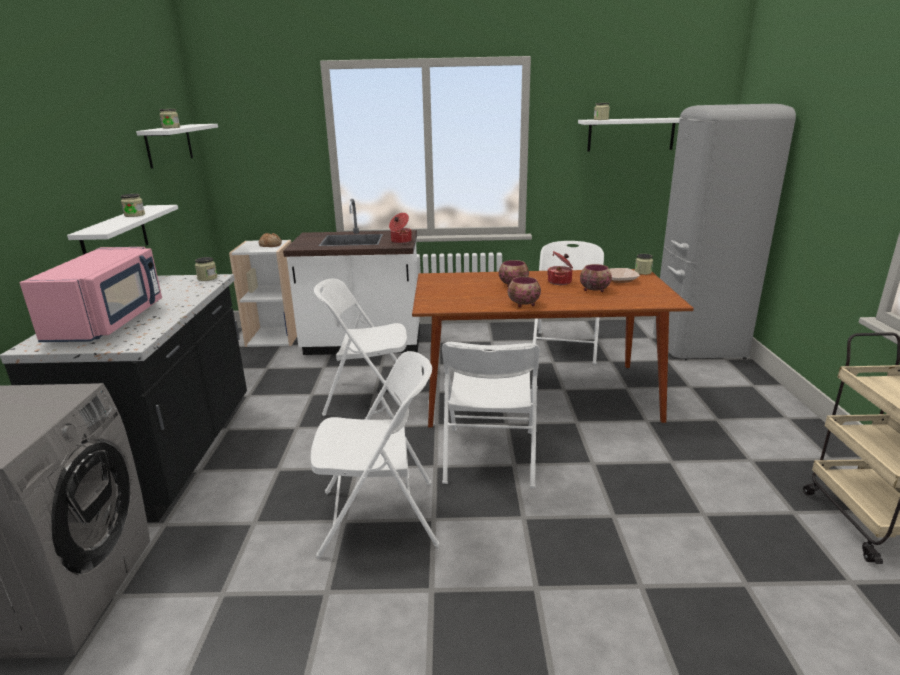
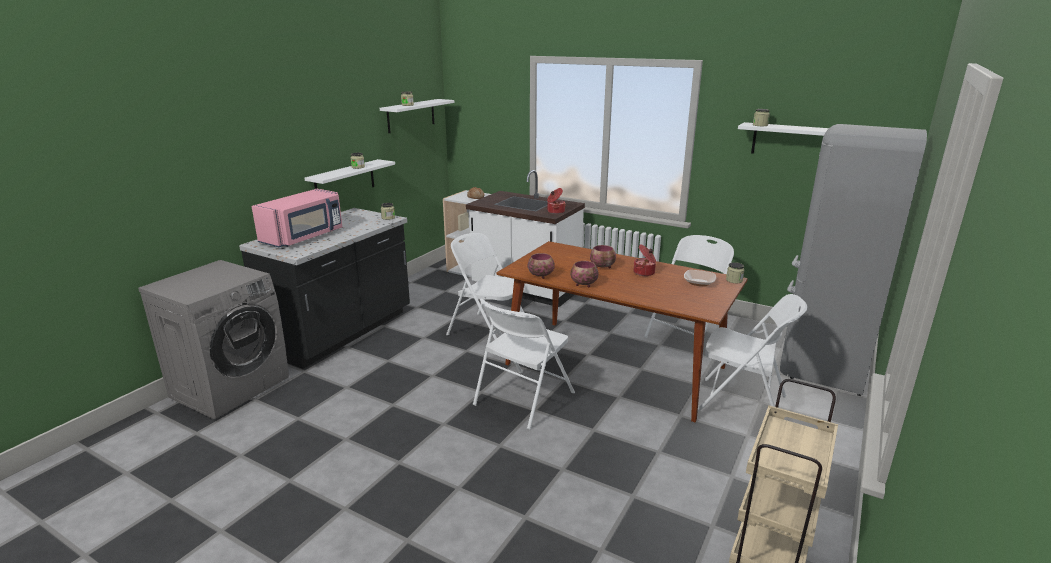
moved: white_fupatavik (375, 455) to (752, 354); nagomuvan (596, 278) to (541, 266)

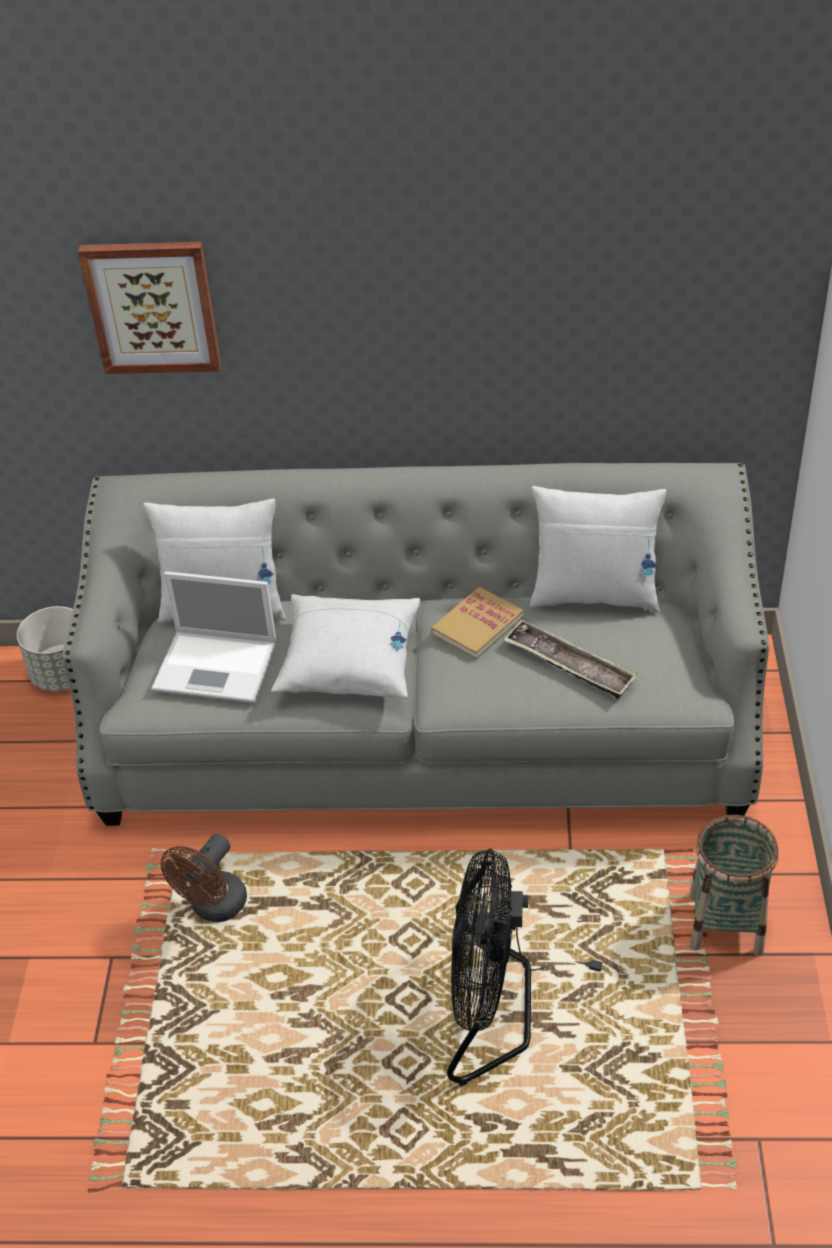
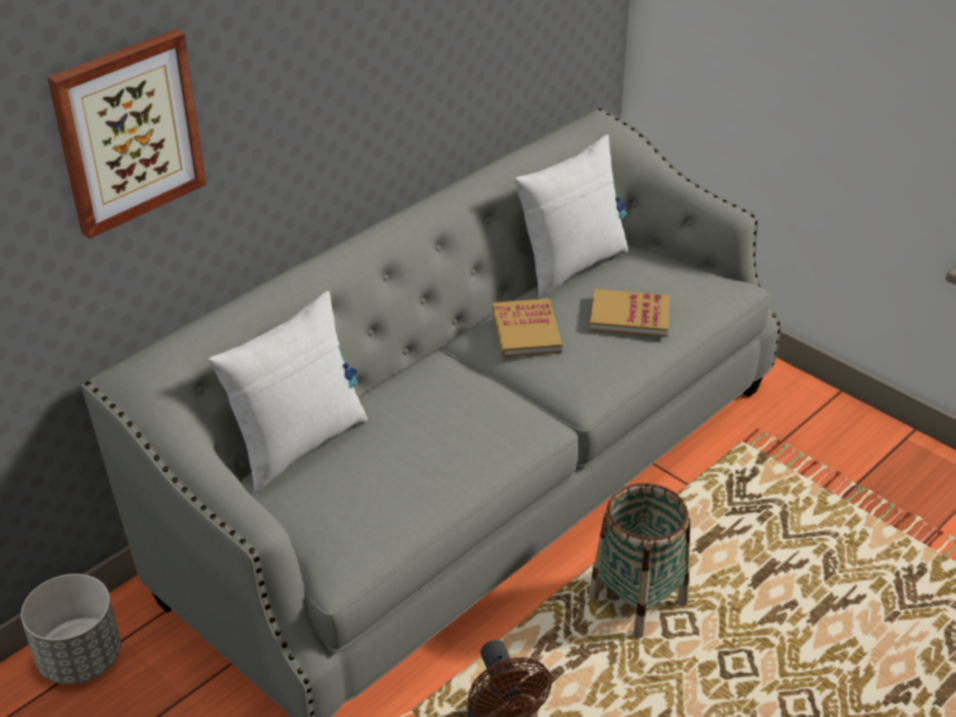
removed: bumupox (213, 637); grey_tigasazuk (345, 646); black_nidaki (526, 967)
moved: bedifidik (734, 885) to (639, 560)
replaced: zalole (571, 659) to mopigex (630, 313)

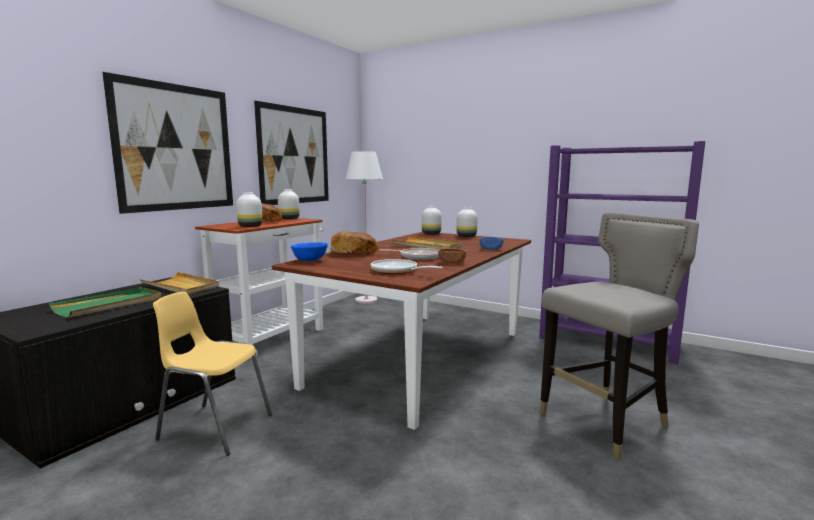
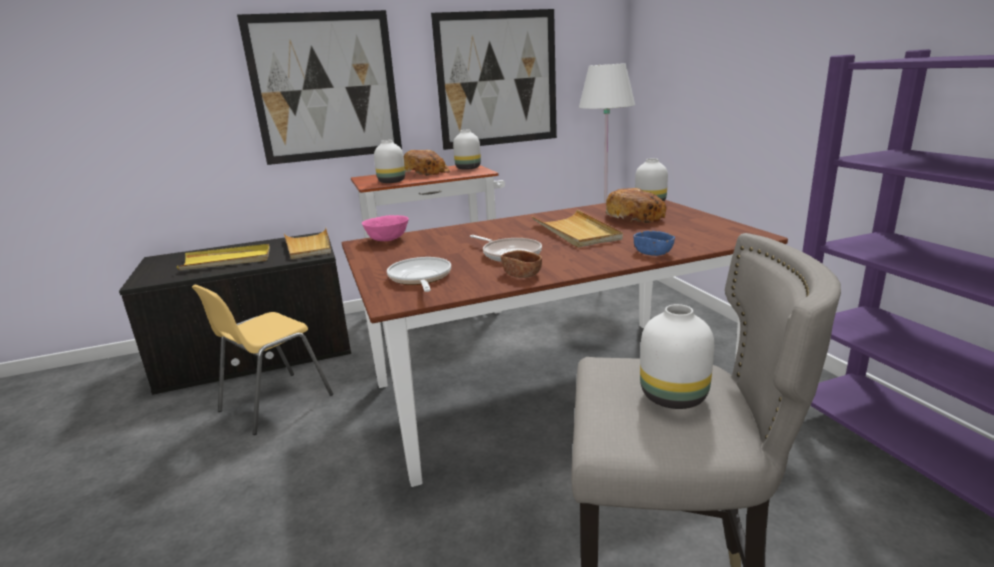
moved: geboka (354, 243) to (636, 205); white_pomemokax (467, 222) to (677, 356)
recoloured: green_zalole (105, 302) to yellow_zalole (223, 257); blue_nagomuvan (309, 251) to pink_nagomuvan (385, 228)
turned: yellow_fupatavik (212, 374) = (262, 360) 105 degrees counterclockwise

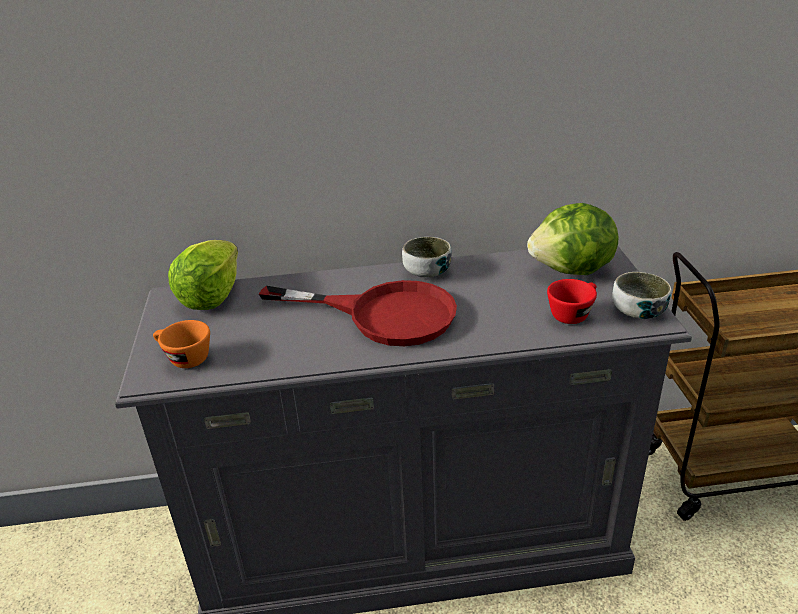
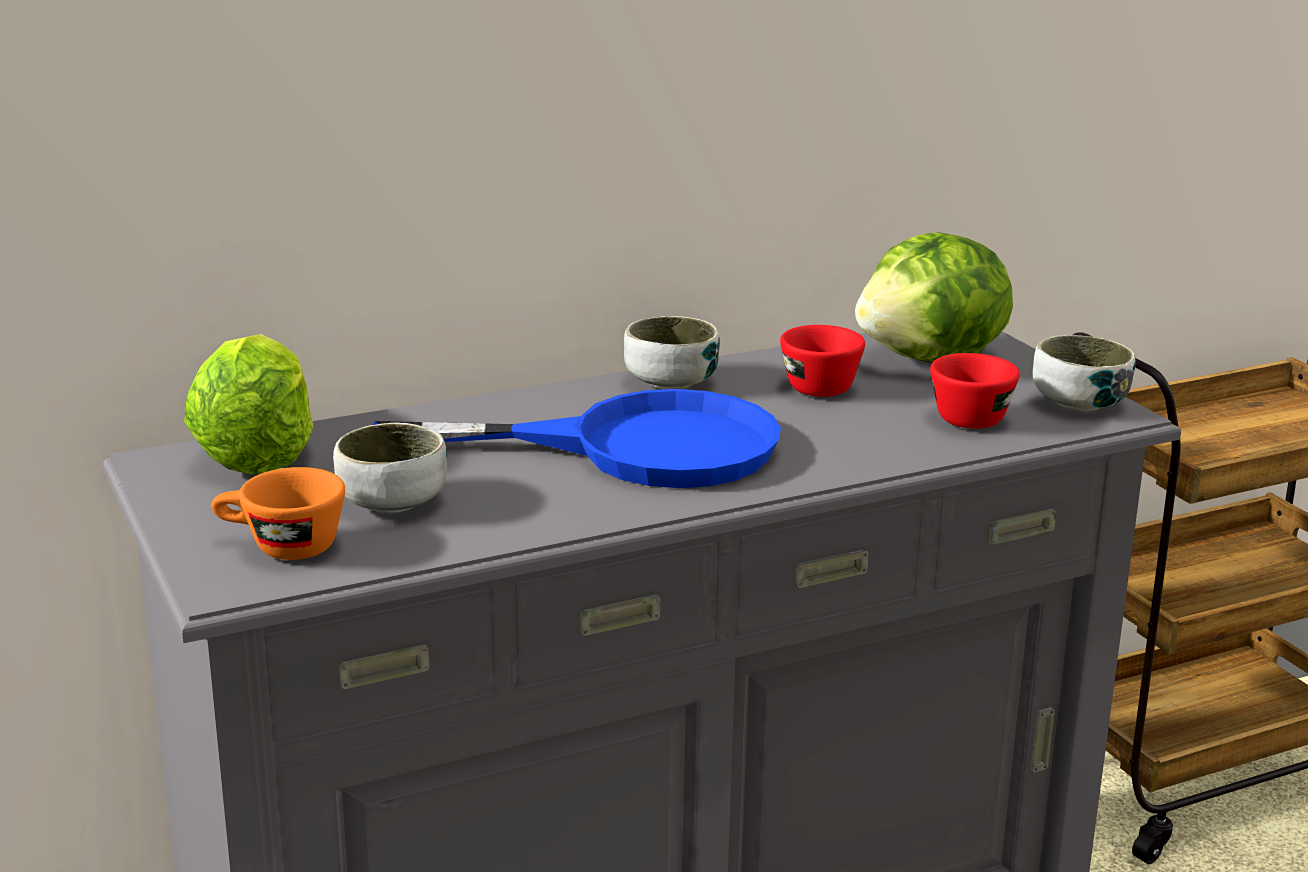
added: nagomuvan (390, 468); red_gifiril (822, 361)
recoloured: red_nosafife (358, 313) to blue_nosafife (576, 438)

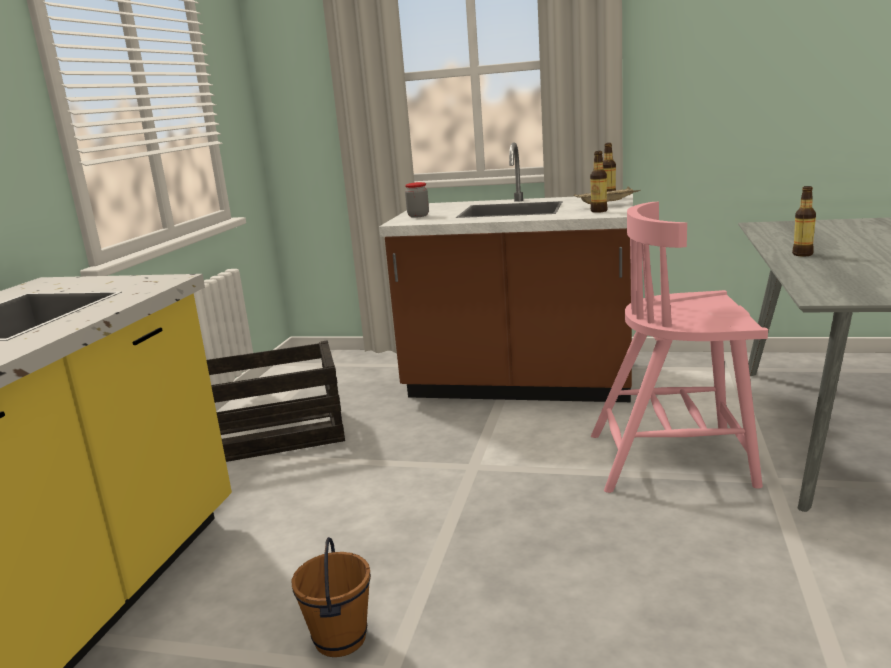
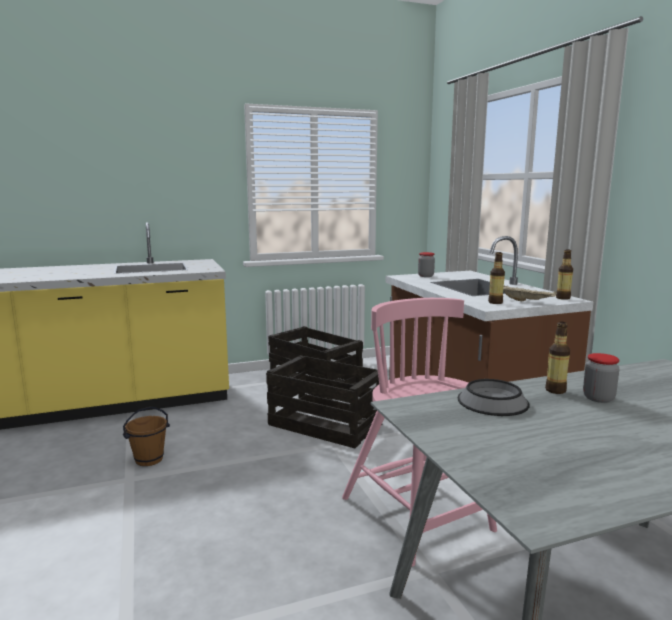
added: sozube (322, 401); nagomuvan (493, 397); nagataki (601, 378)

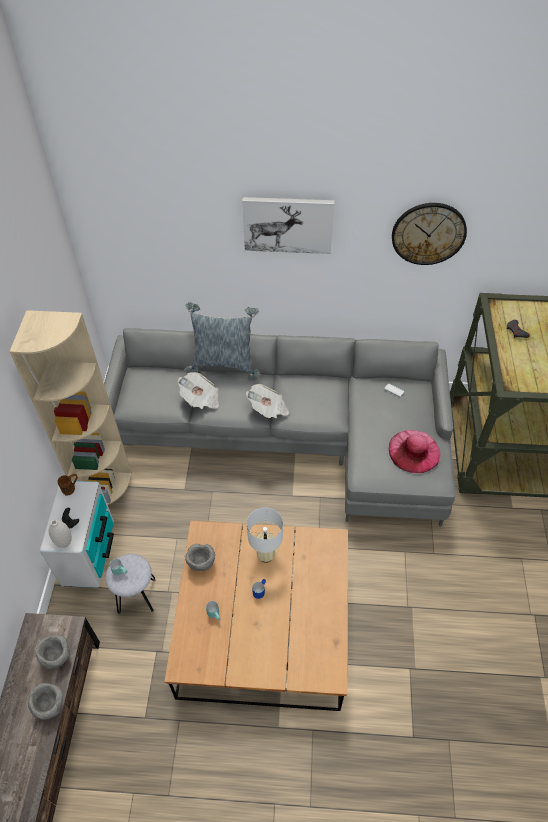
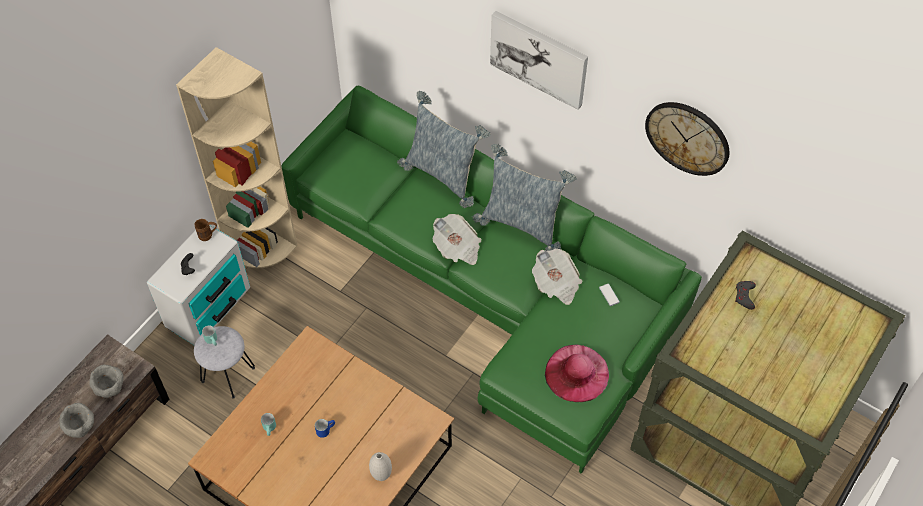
removed: grey_nagomuvan (200, 557); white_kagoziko (265, 535)
added: tigasazuk (524, 197)
moved: white_pomemokax (60, 534) to (380, 466); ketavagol (198, 390) to (557, 277)
recoloured: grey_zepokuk (279, 427) to green_zepokuk (491, 280)

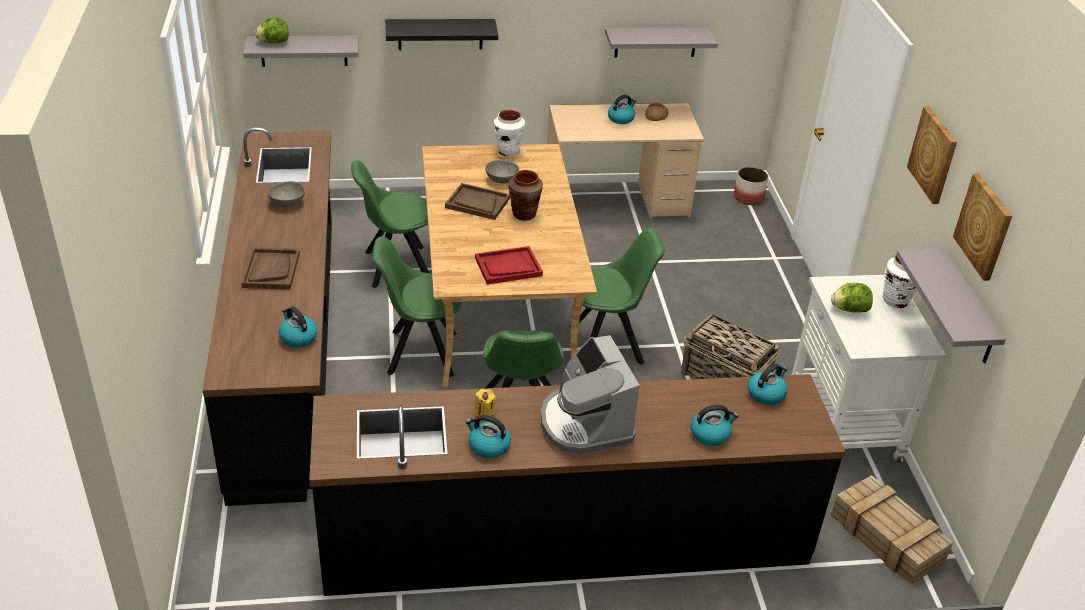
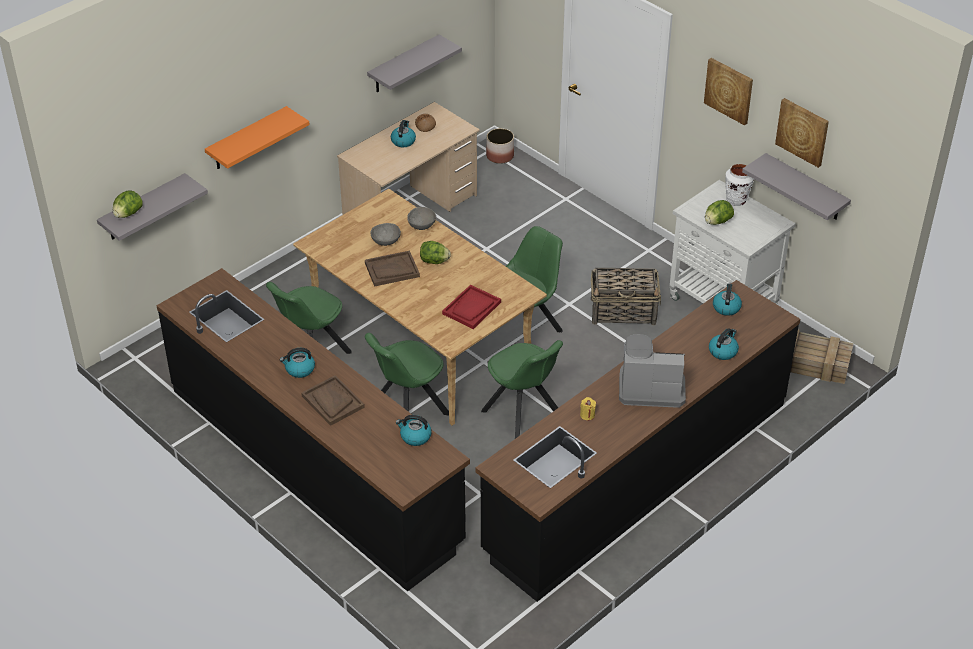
removed: white_pomemokax (509, 133)
moved: grey_nagomuvan (286, 194) to (421, 218); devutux (488, 437) to (297, 363)
replaced: brown_pomemokax (525, 195) to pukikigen (435, 252)
recoloured: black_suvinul (441, 34) to orange_suvinul (257, 137)
turned: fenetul (590, 395) = (652, 371) 150 degrees clockwise

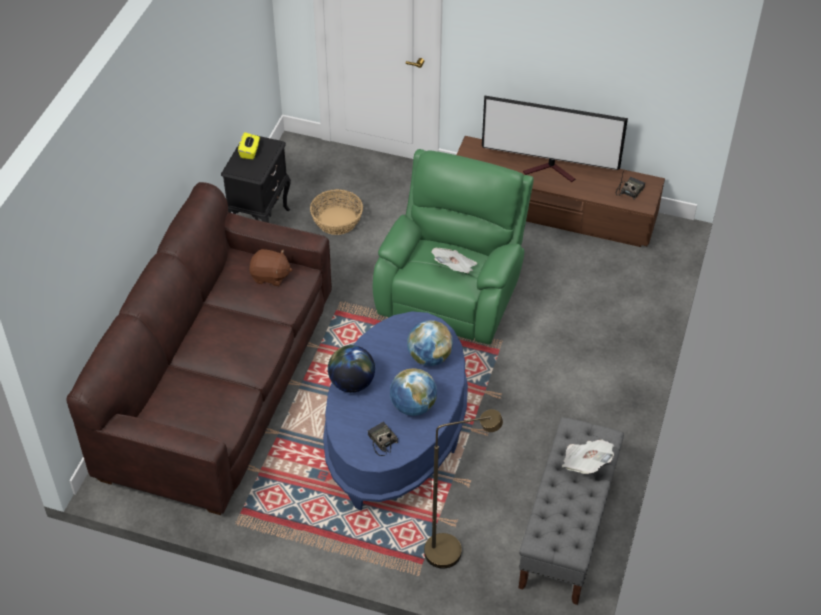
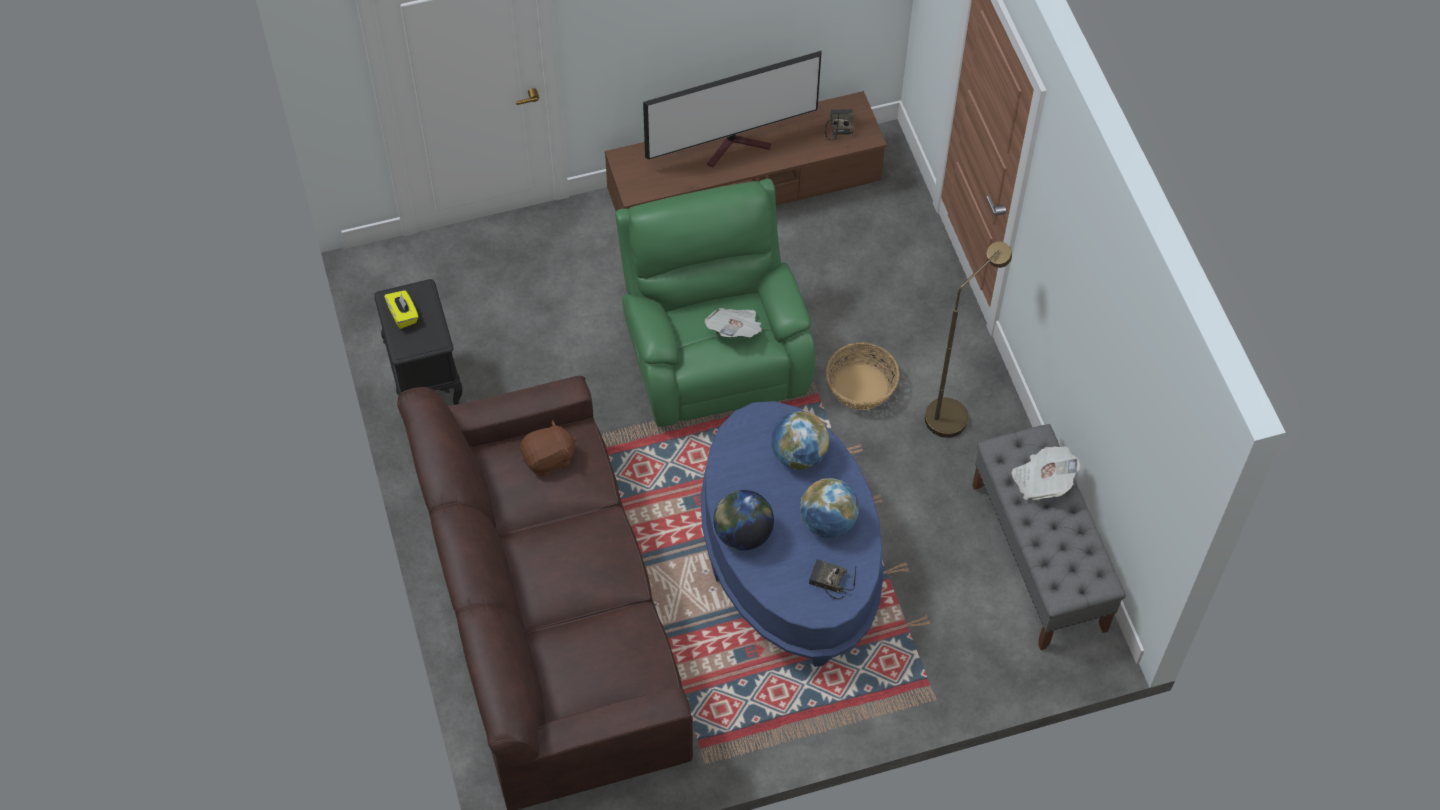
moved: bedifidik (336, 212) to (862, 376); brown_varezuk (463, 489) to (968, 340)

